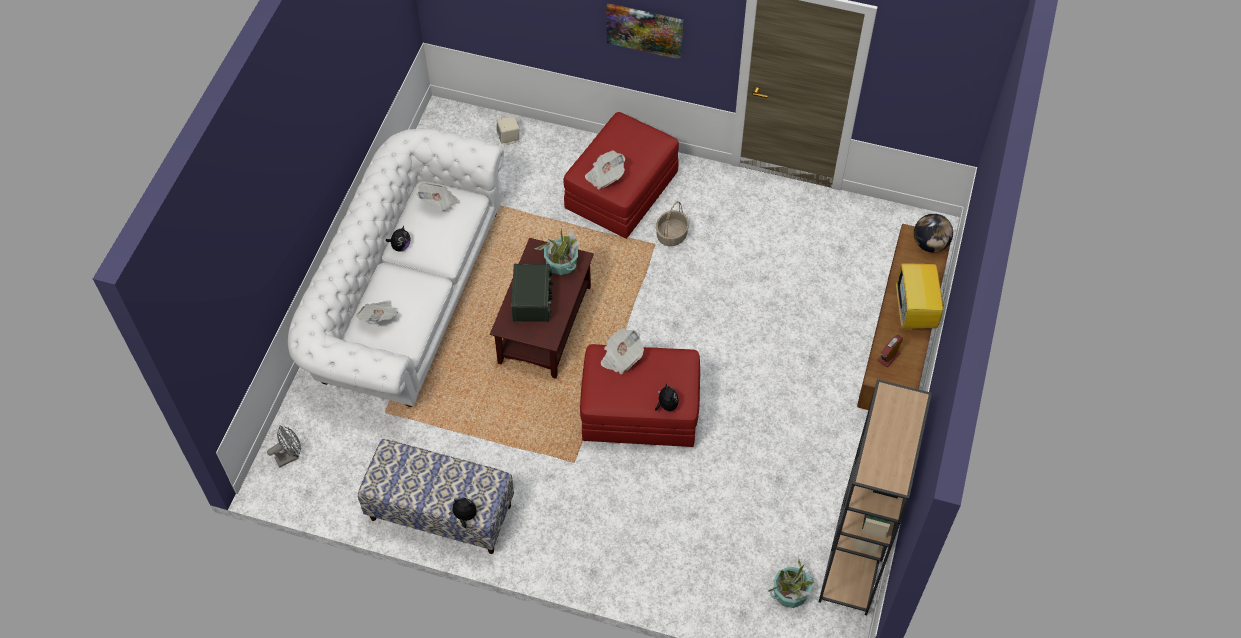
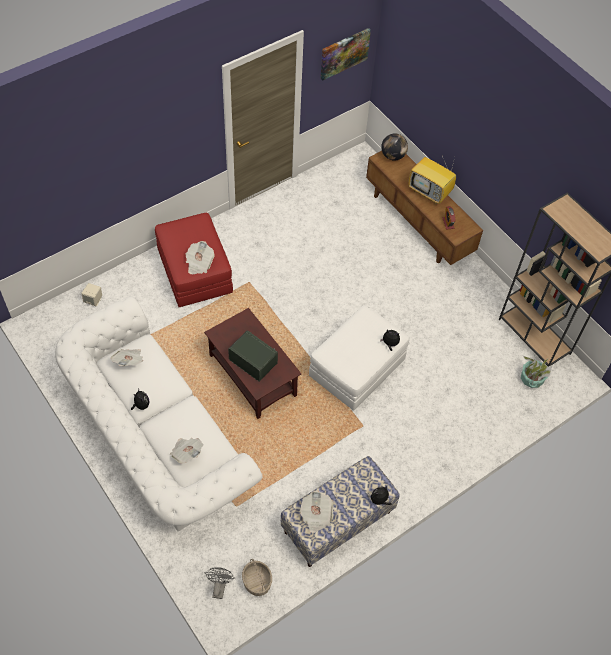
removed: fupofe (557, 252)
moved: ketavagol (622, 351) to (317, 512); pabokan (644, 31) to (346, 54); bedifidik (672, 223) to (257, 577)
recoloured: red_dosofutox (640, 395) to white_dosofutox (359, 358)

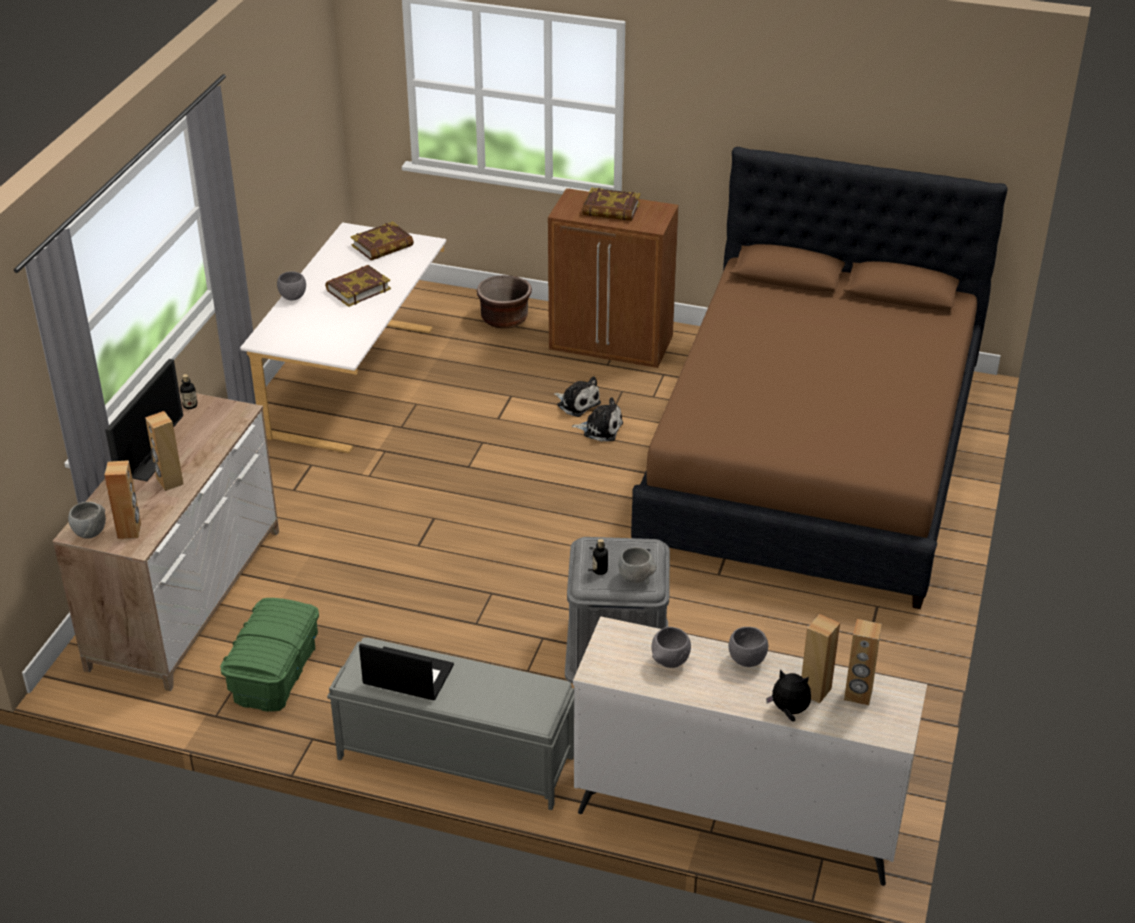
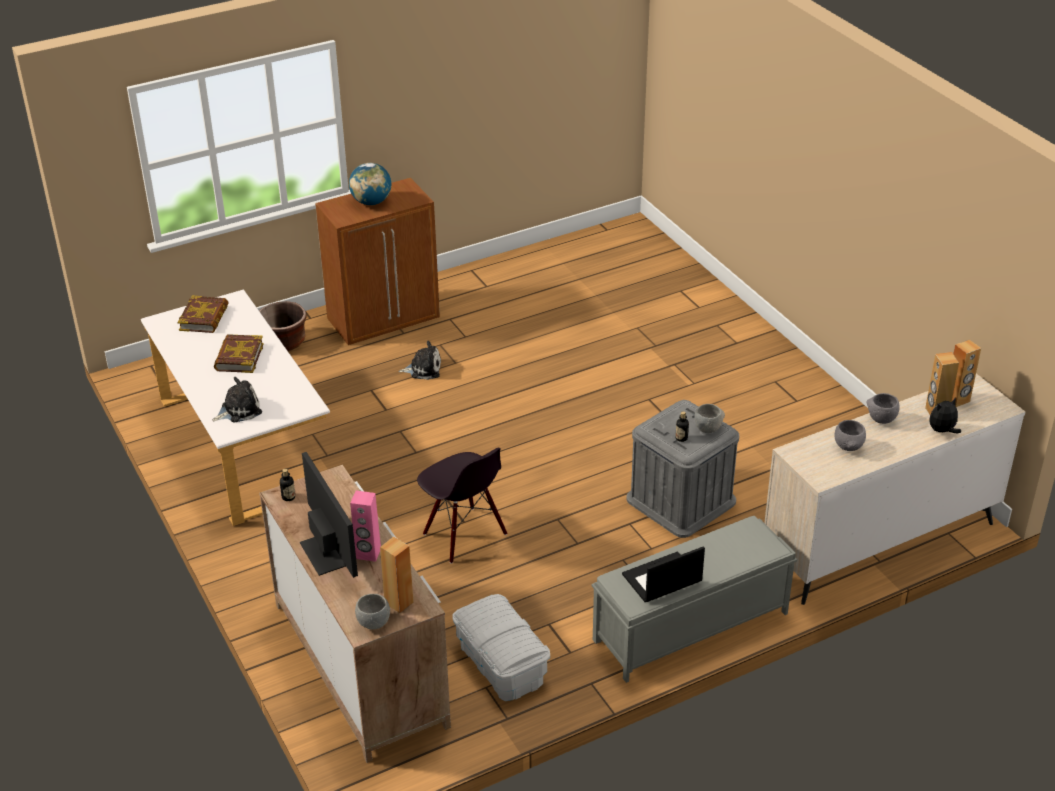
removed: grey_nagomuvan (291, 285); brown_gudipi (819, 378)
added: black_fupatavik (462, 506)
moved: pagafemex (597, 419) to (237, 400)
replaced: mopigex (611, 204) to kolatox (370, 184)
recoloured: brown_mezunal (164, 451) to pink_mezunal (365, 526); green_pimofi (269, 655) to white_pimofi (501, 647)

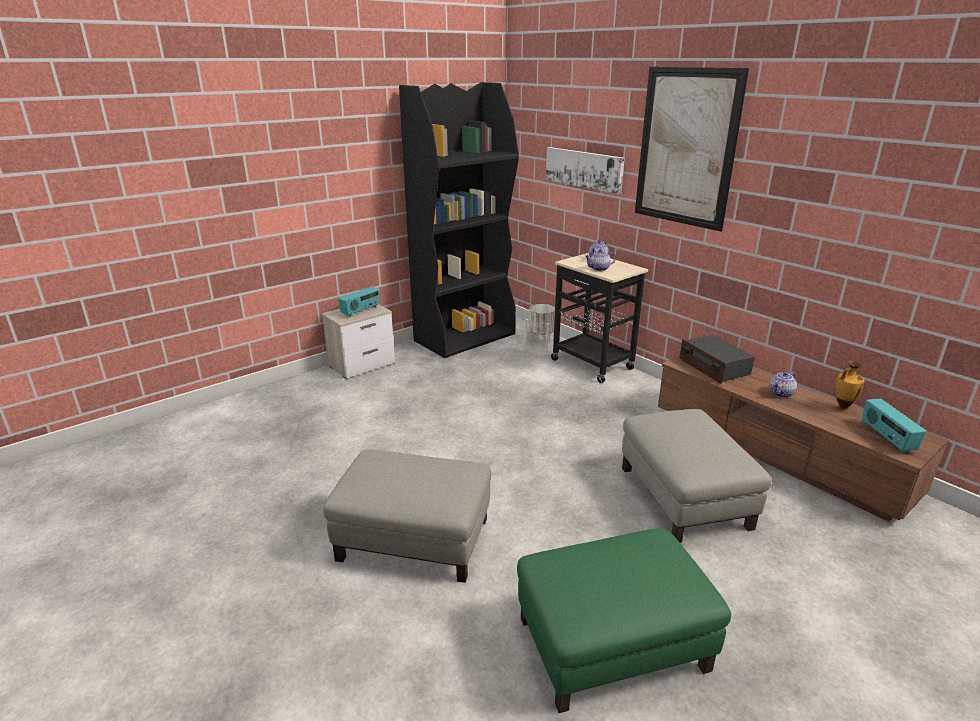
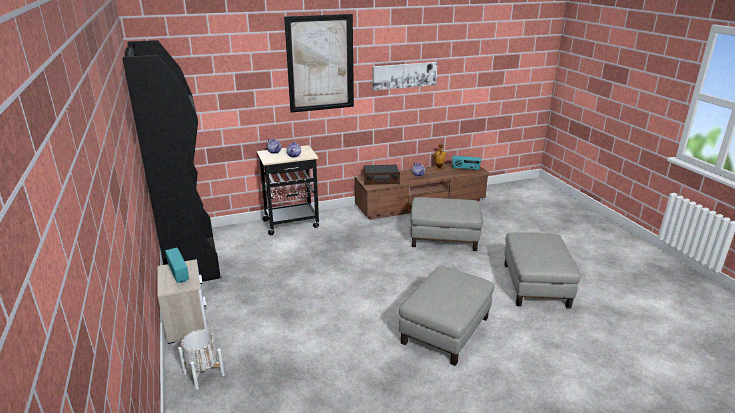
moved: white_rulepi (540, 327) to (201, 359); pabokan (585, 170) to (405, 76)
recoloured: green_dosofutox (624, 620) to grey_dosofutox (542, 270)

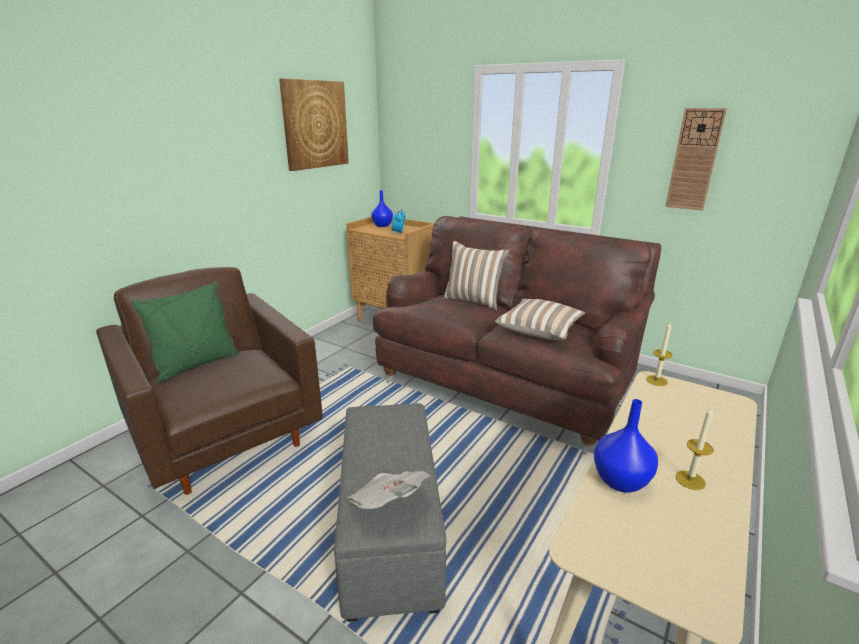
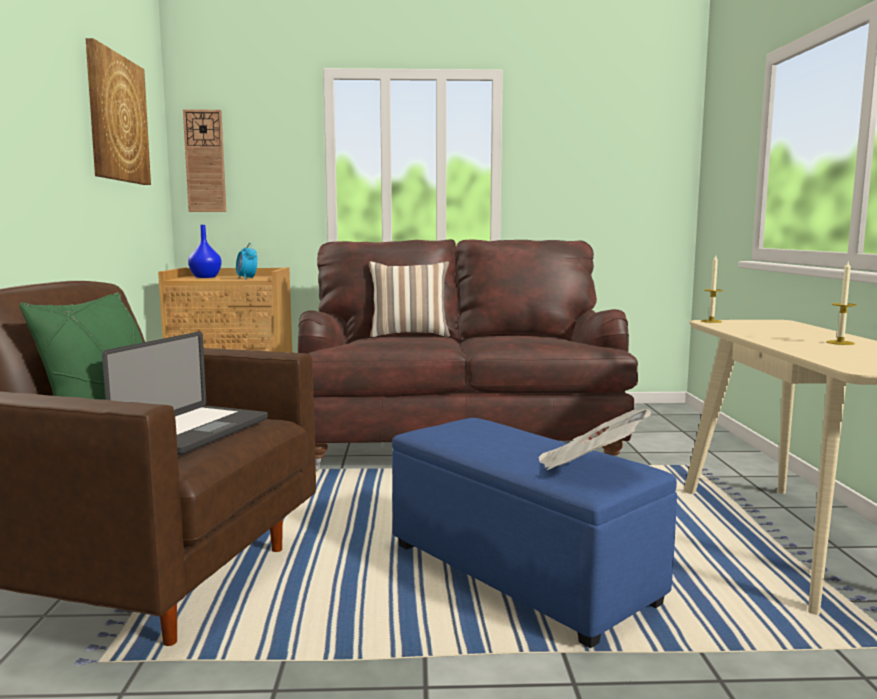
removed: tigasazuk (540, 319); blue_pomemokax (626, 445)
added: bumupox (185, 393)
moved: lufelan (696, 159) to (204, 160)
recoloured: grey_dosofutox (390, 512) to blue_dosofutox (534, 533)

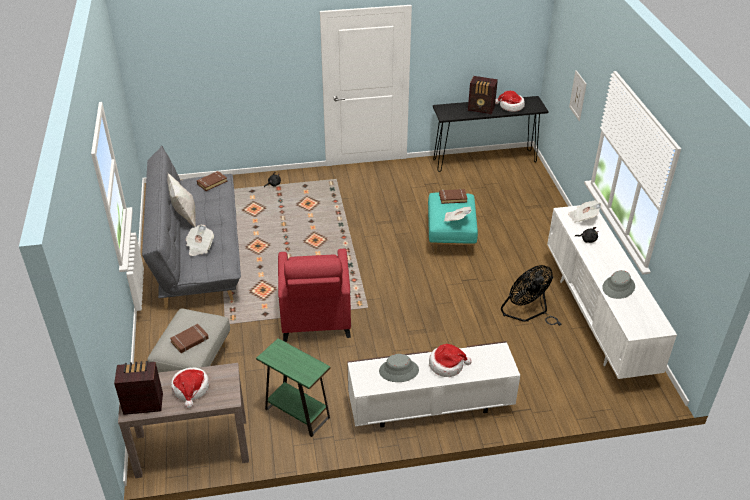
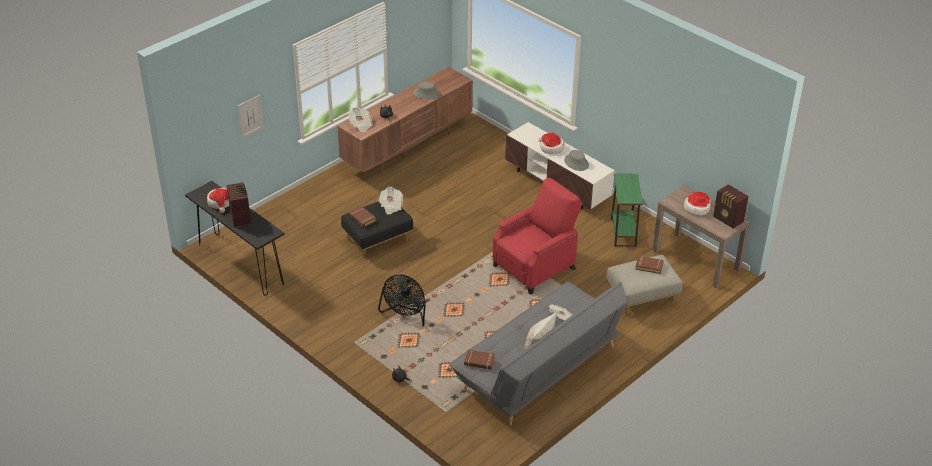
moved: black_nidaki (531, 295) to (402, 300)
recoloured: turquoise_dosofutox (453, 223) to black_dosofutox (377, 229); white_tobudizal (612, 292) to brown_tobudizal (405, 120)

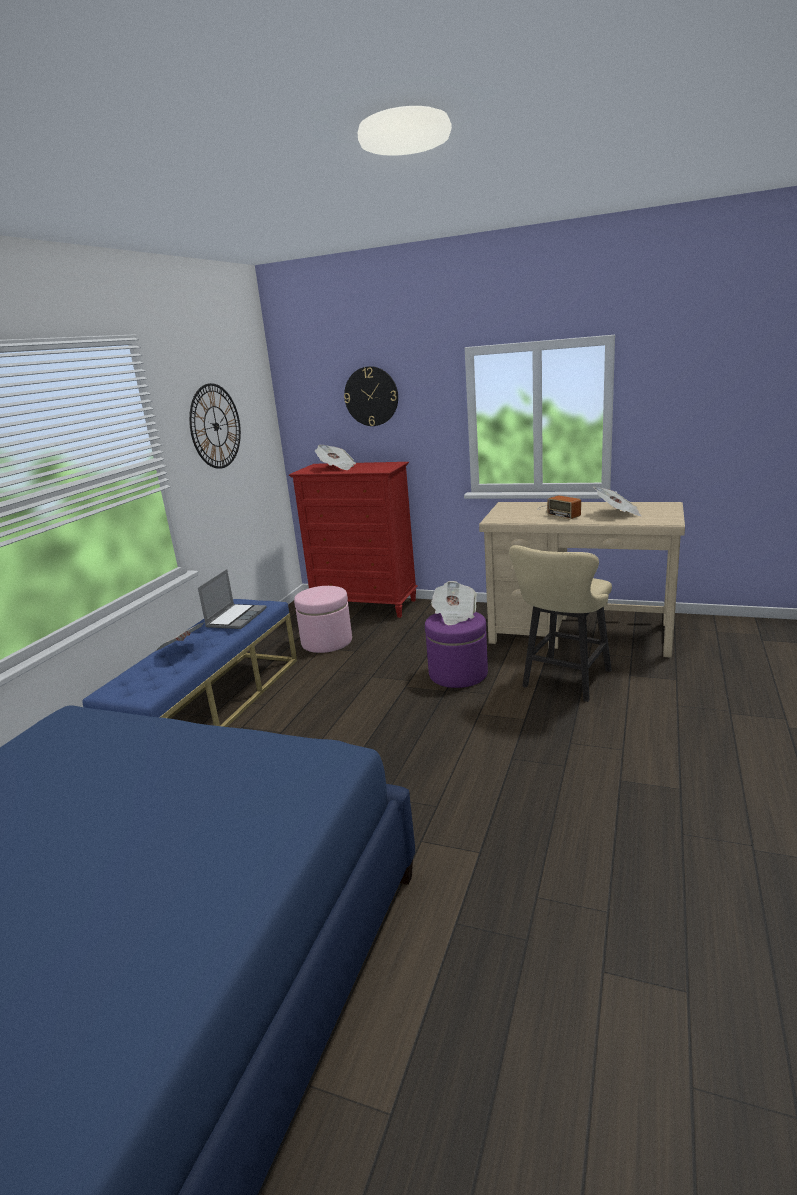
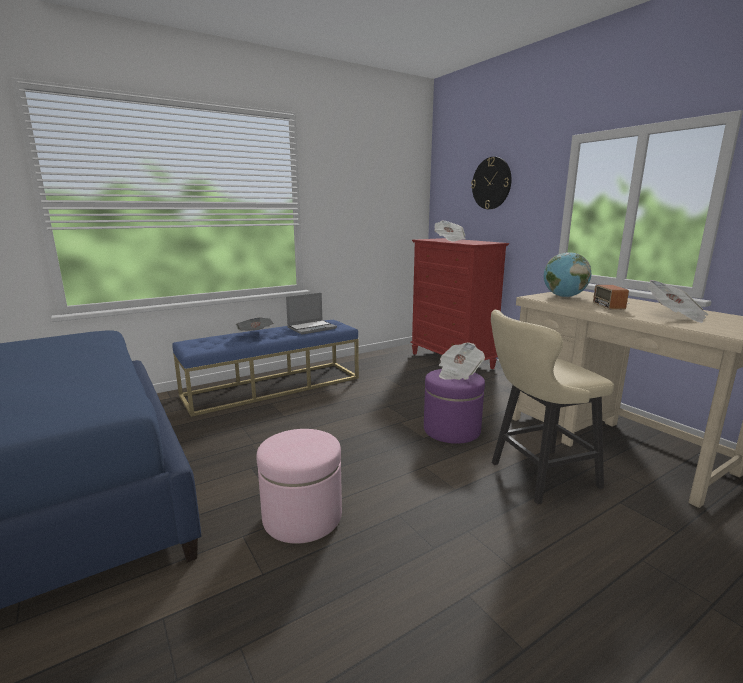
removed: lufelan (215, 426)
added: kolatox (567, 274)
moved: pink_dosofutox (323, 619) to (299, 486)

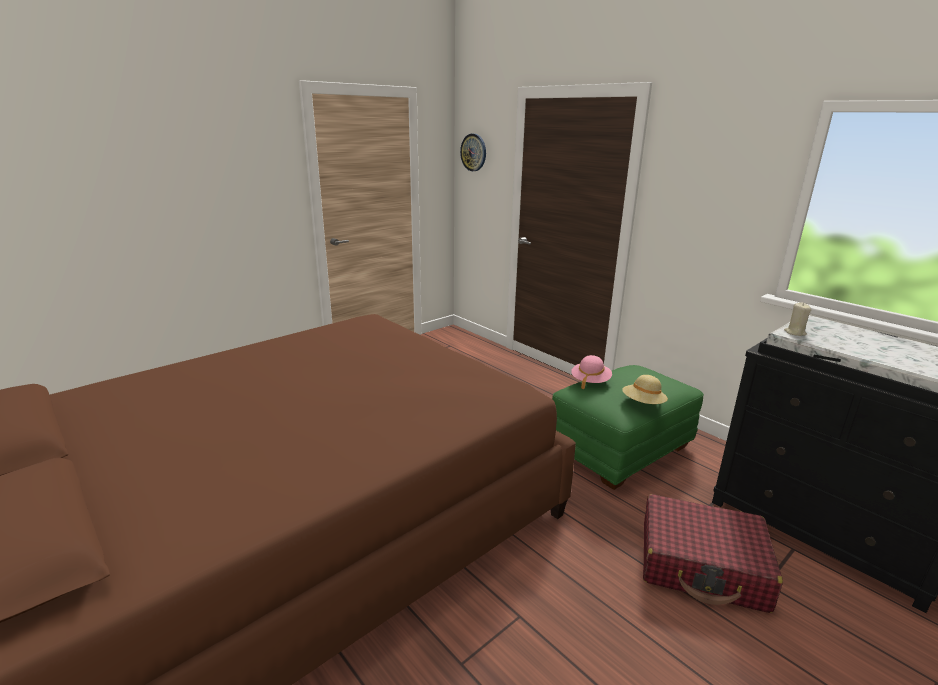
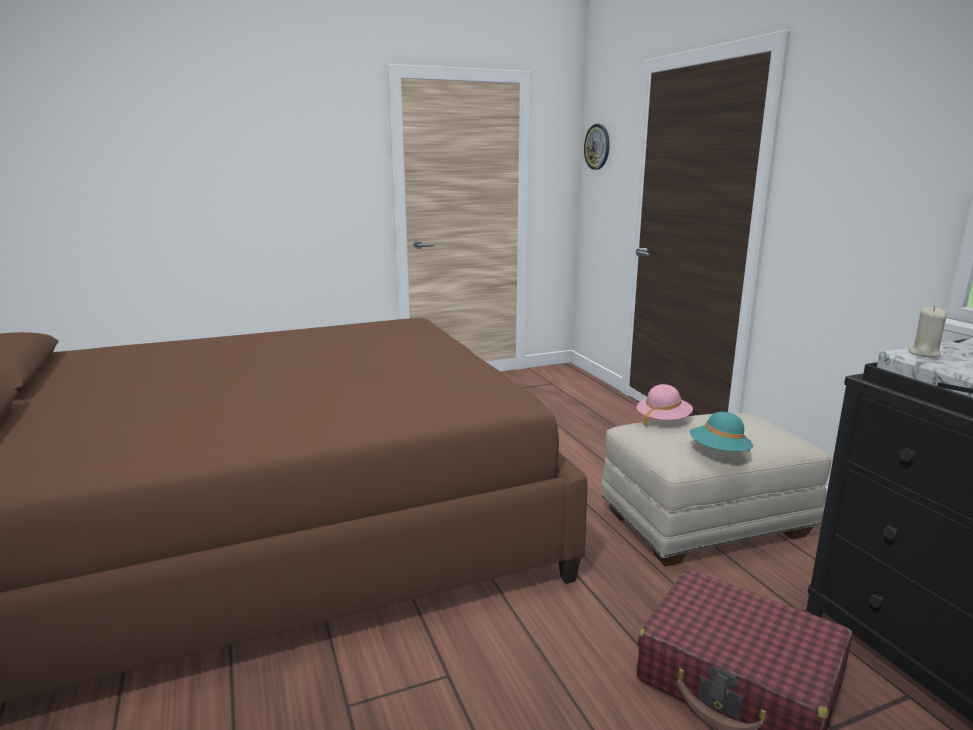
recoloured: green_dosofutox (628, 427) to beige_dosofutox (716, 490); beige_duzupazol (645, 389) to turquoise_duzupazol (721, 432)

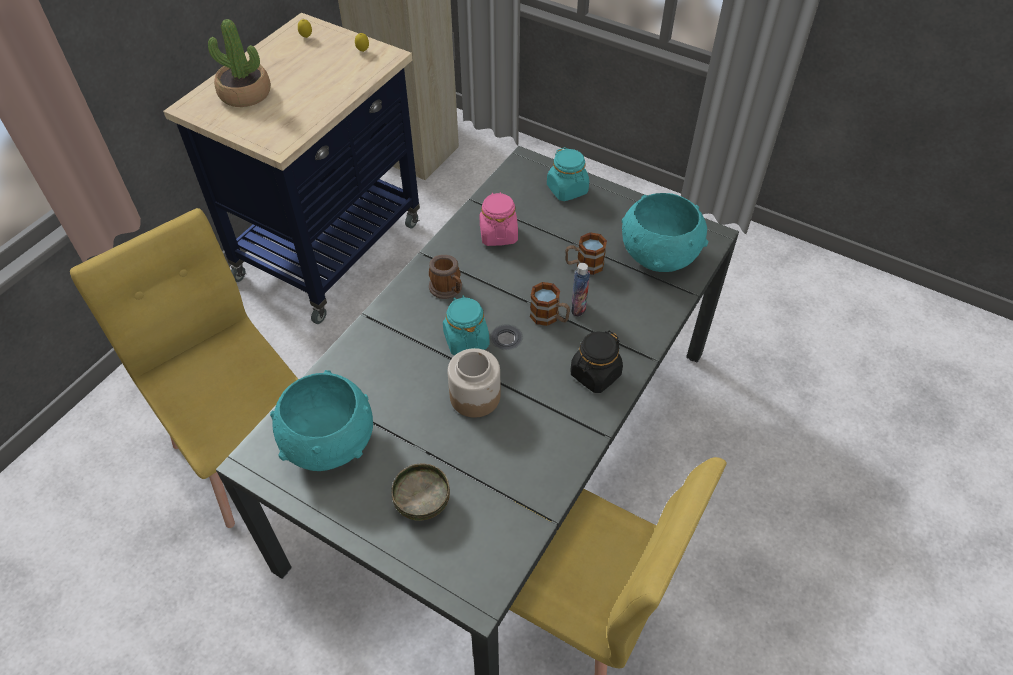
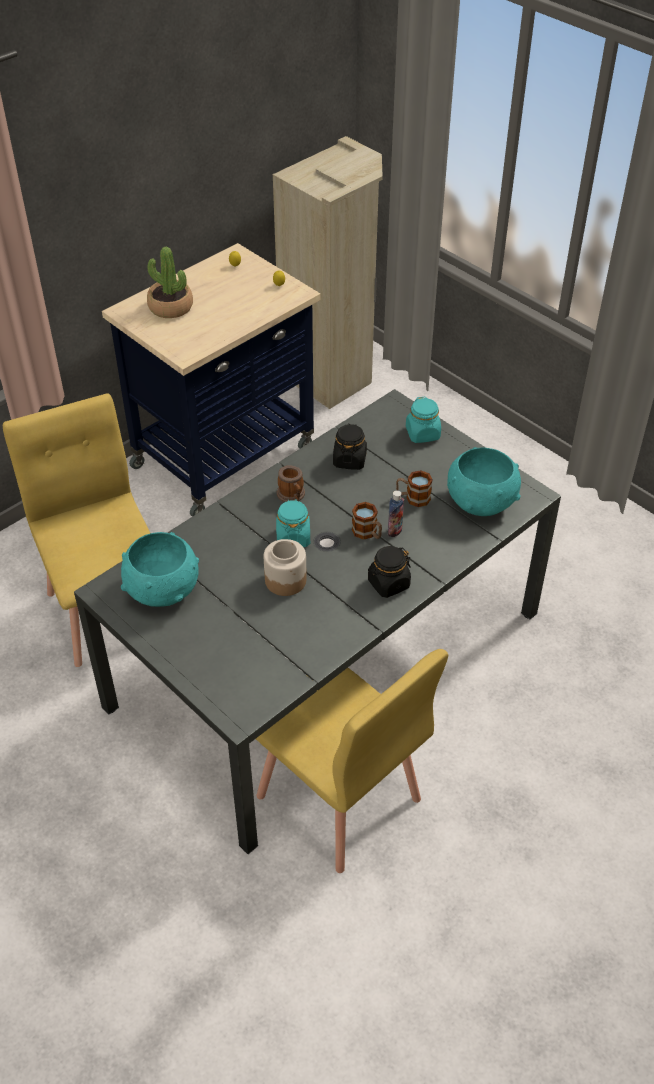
removed: nagomuvan (420, 492)
recoloured: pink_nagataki (498, 219) to black_nagataki (350, 447)

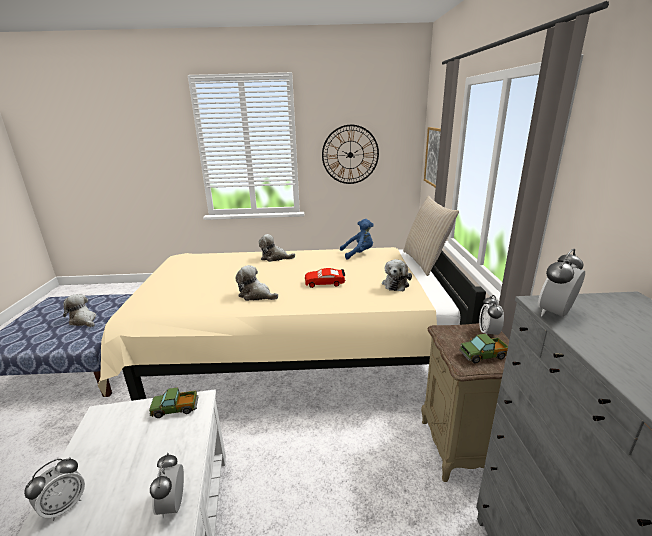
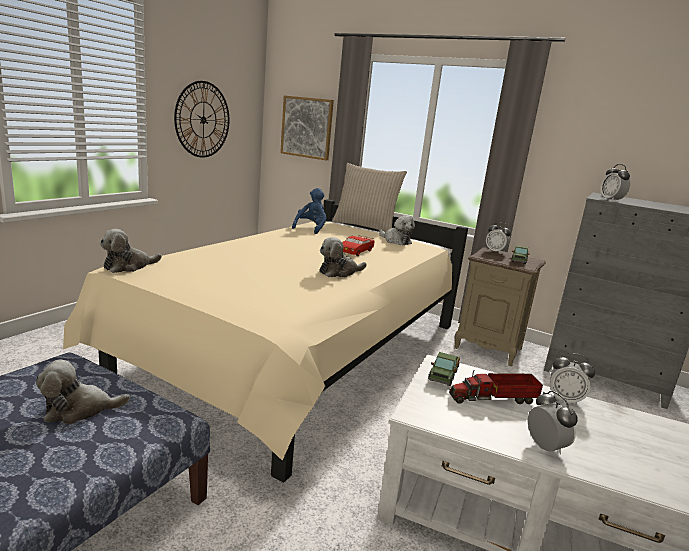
added: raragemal (496, 387)
moved: pagafemex (277, 248) to (131, 251)

